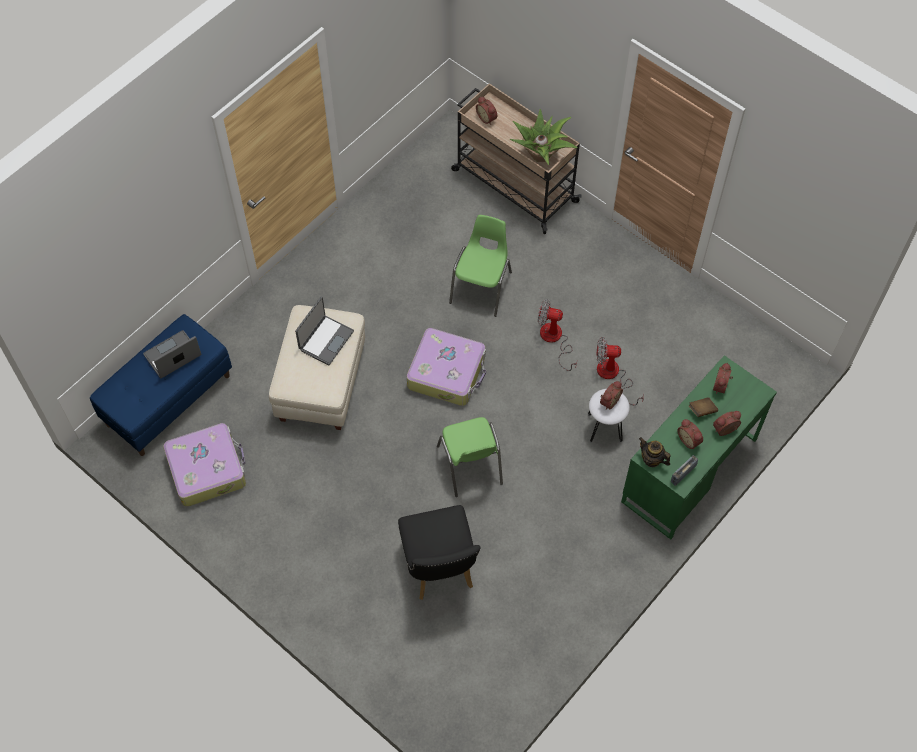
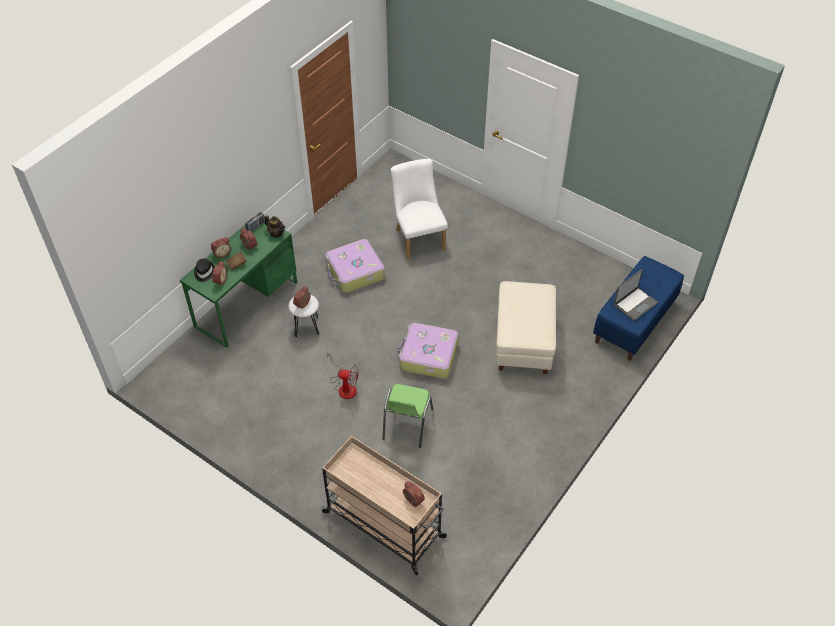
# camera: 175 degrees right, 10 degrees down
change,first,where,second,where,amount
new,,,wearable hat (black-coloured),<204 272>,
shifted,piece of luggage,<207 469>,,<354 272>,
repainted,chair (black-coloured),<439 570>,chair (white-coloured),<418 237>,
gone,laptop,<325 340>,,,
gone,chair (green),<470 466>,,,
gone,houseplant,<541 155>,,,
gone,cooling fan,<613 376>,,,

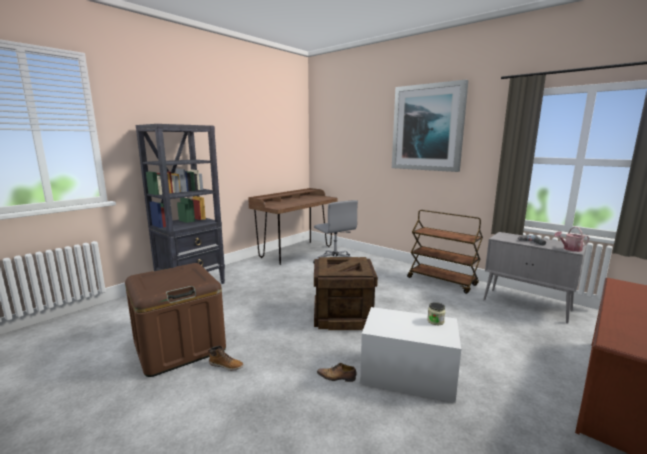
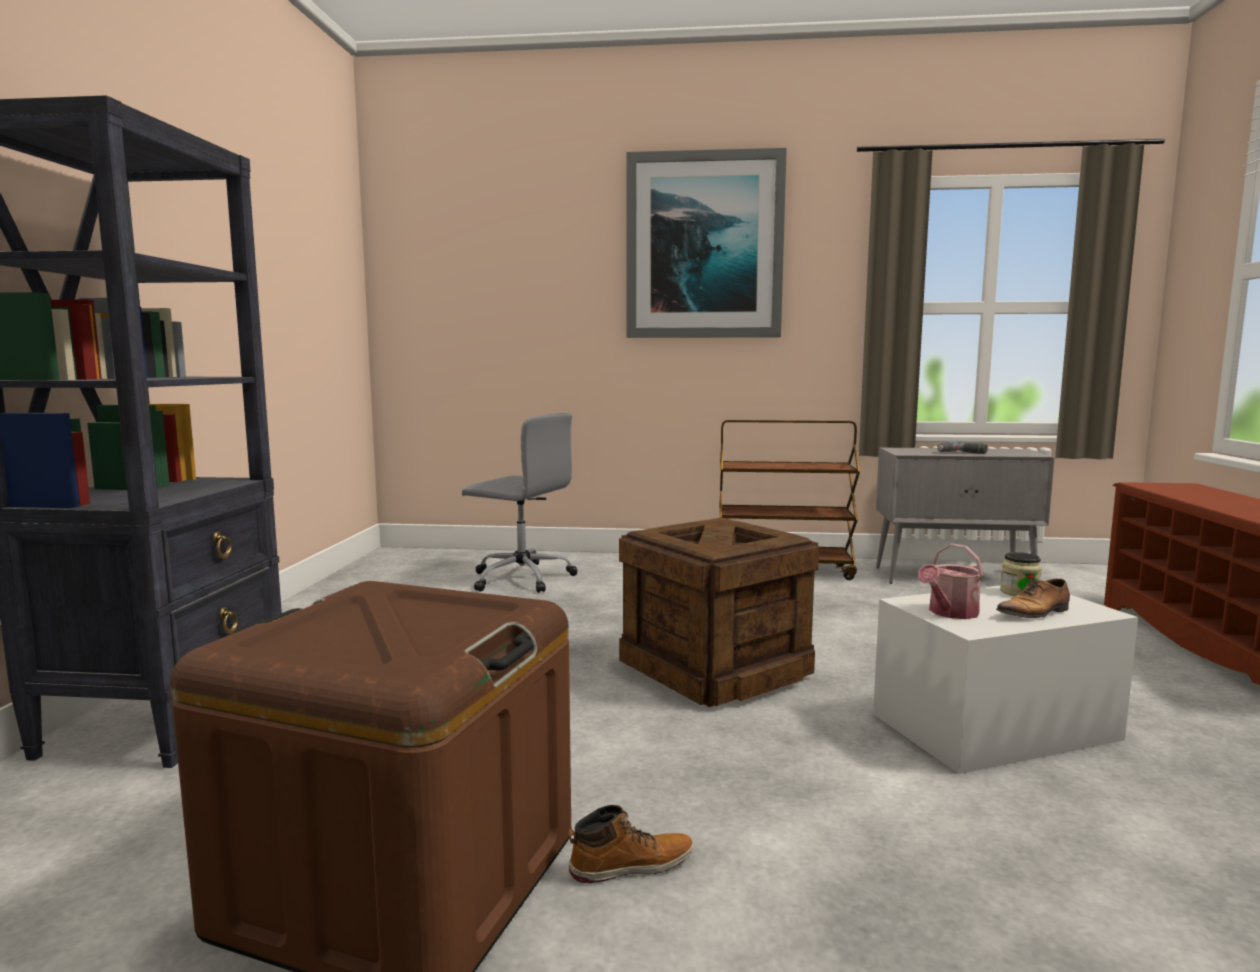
# camera: 35 degrees left, 5 degrees down
change,first,where,second,where,amount
shifted,sprinkling can,<570 249>,,<950 613>,
shifted,shoe,<337 377>,,<1034 613>,
gone,desk unit (brown-coloured),<296 252>,,,

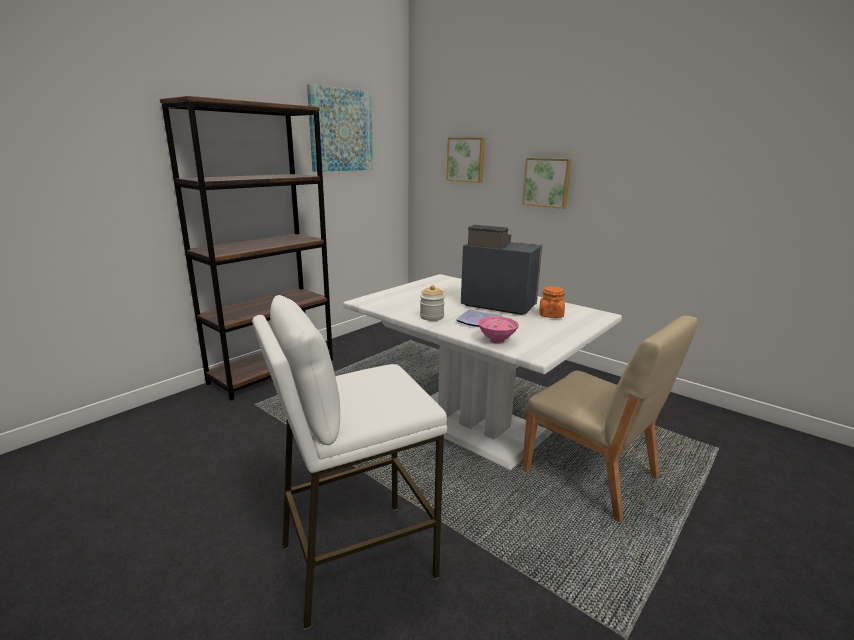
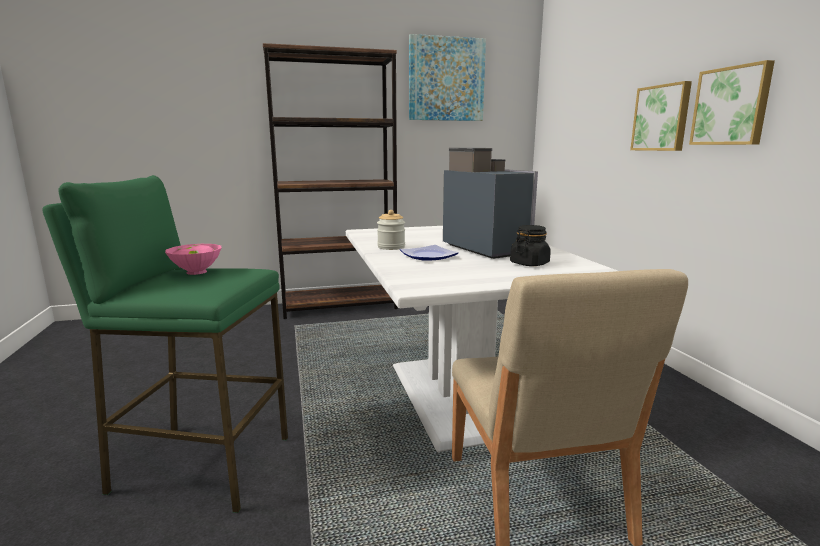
# camera: 35 degrees right, 5 degrees down
change,first,where,second,where,amount
repainted,stool seat (white-coloured),<356 559>,stool seat (green),<202 463>,
shifted,deep dish (pink-coloured),<496 341>,,<195 272>,
repainted,storage jar (orangey),<551 315>,storage jar (black-coloured),<529 263>,
shifted,wall picture,<466 159>,,<731 106>,

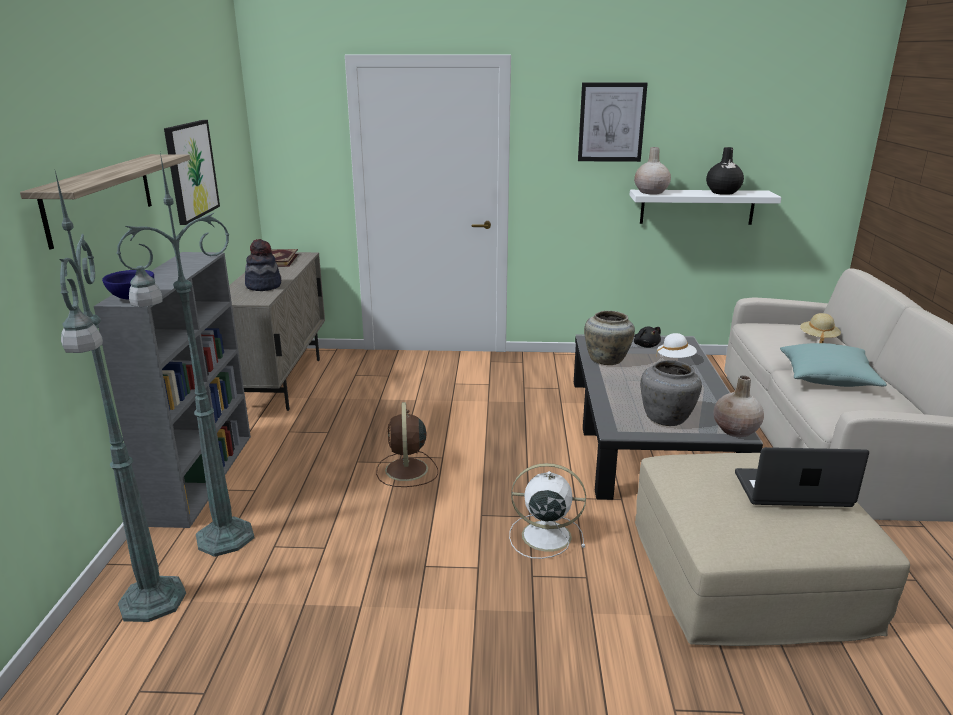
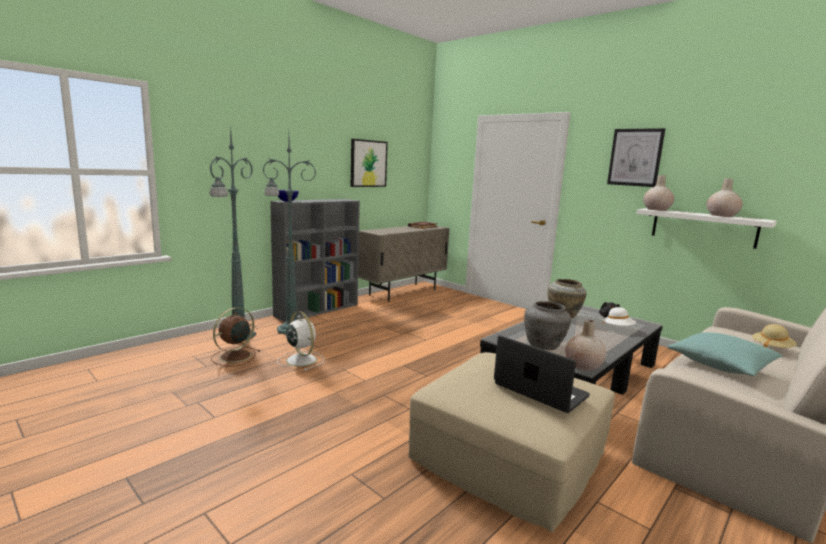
# camera: 40 degrees right, 10 degrees down
change,first,where,second,where,amount
shifted,cooling fan (brown-coloured),<406 470>,,<234 356>,
shifted,cooling fan (white-coloured),<544 535>,,<300 359>,
repainted,vase (black-coloured),<722 192>,vase (sand-coloured),<721 215>,
gone,bracket shelf,<100 198>,,,
gone,wearable hat,<264 286>,,,

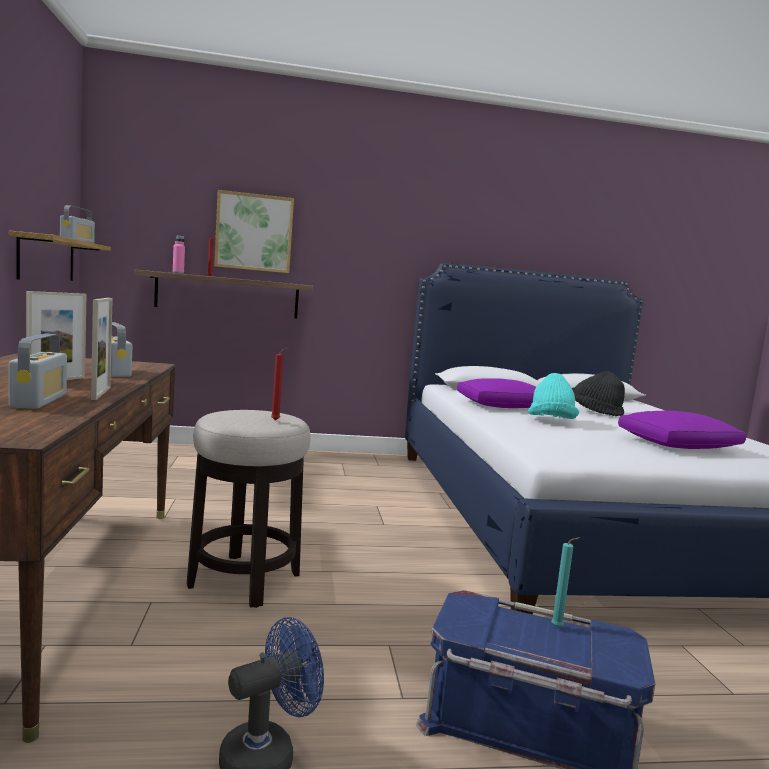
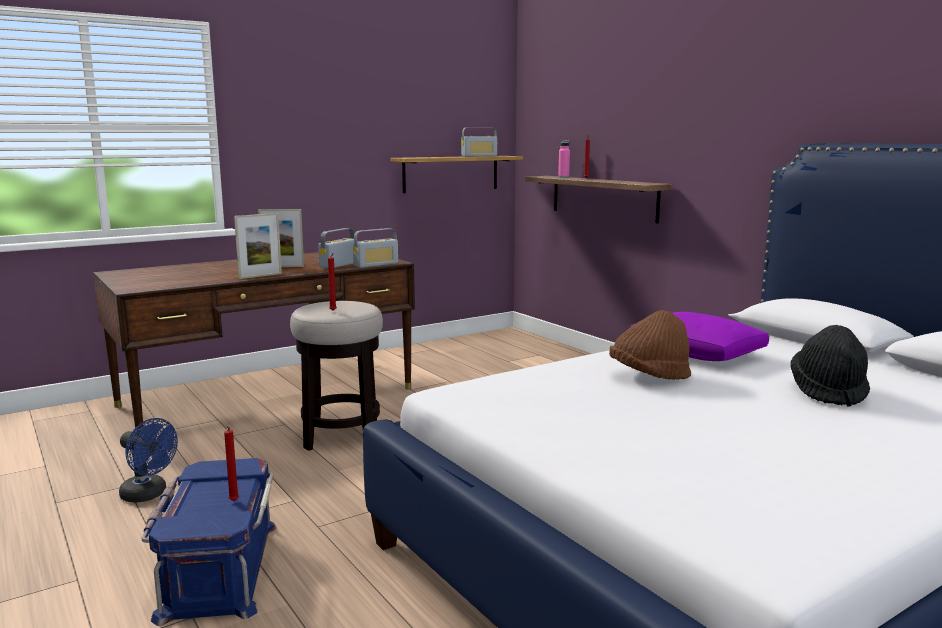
# camera: 65 degrees right, 5 degrees up
change,first,where,second,where,amount
repainted,wax light (turquoise),<558 627>,wax light (red),<233 502>,
shifted,radio,<39 400>,,<376 264>,
repainted,wearable hat (turquoise),<551 421>,wearable hat (brown-coloured),<649 377>,
gone,wall picture,<254 232>,,,
gone,pillow (purple),<678 445>,,,

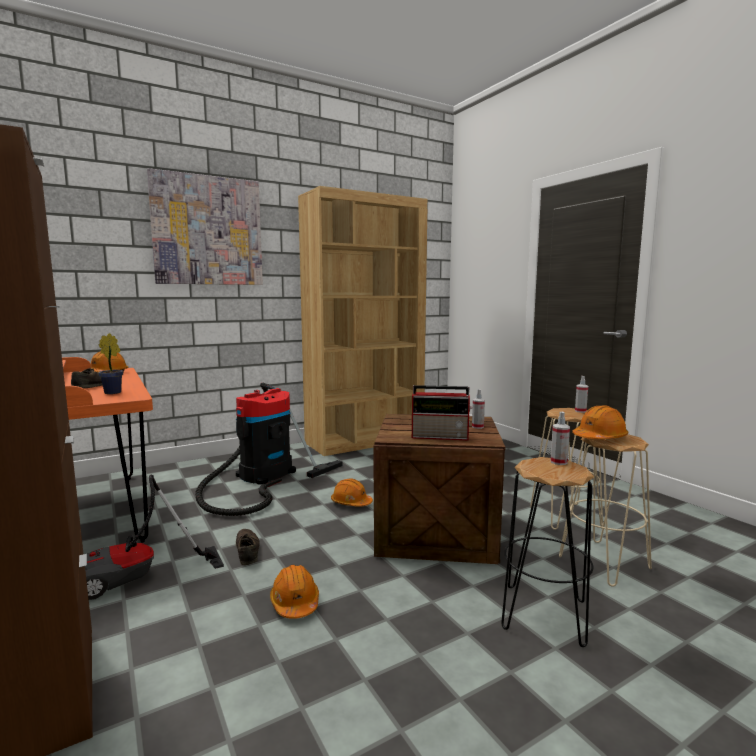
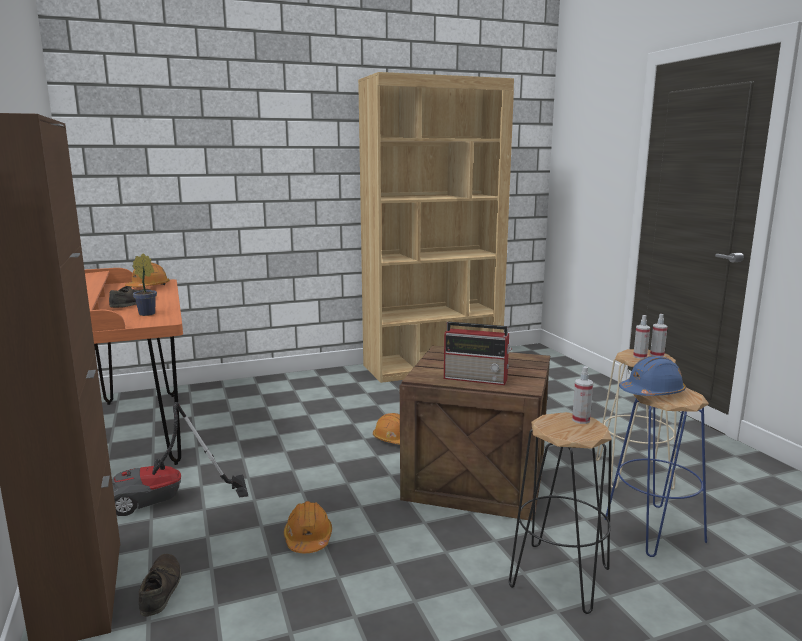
# camera: 10 degrees right, 5 degrees up
change,first,where,second,where,amount
shifted,shoe (brown-coloured),<247 551>,,<160 589>,
repainted,stool seat (sand-coloured),<603 562>,stool seat (bluish),<653 530>,
repainted,work helmet (orangey),<599 438>,work helmet (bluish),<652 392>,
shifted,hand sprayer,<477 427>,,<640 356>,
gone,wall picture,<207 231>,,,
gone,vacuum,<262 476>,,,

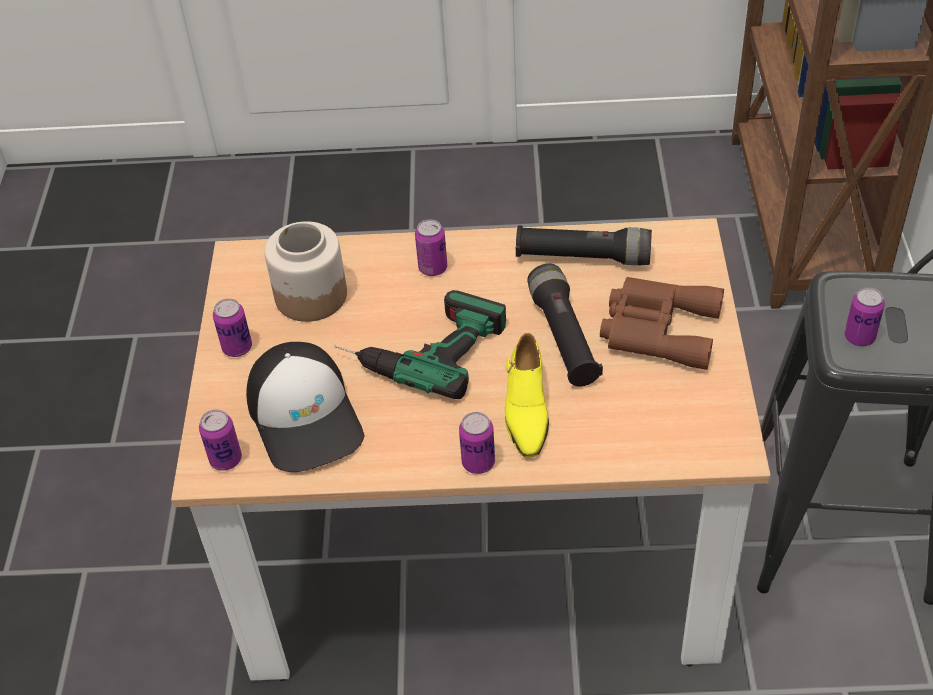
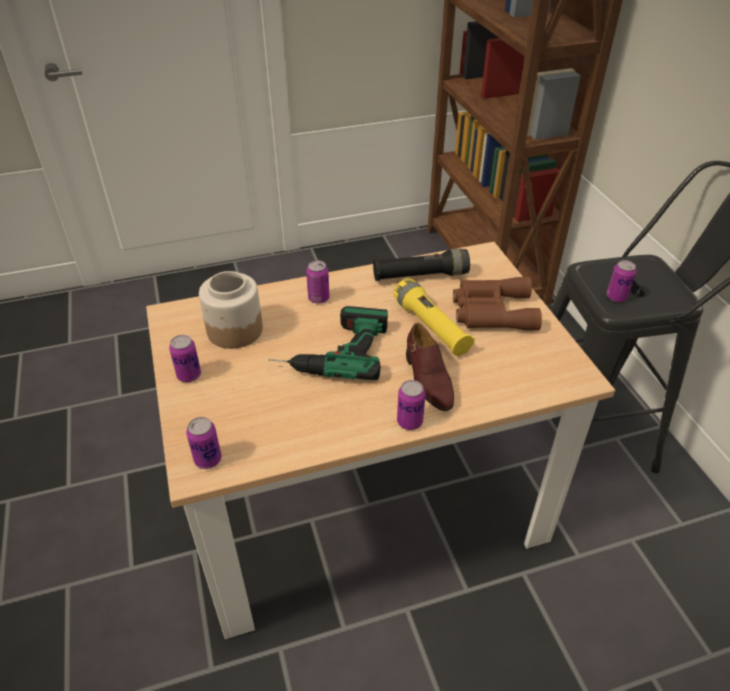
# camera: 20 degrees left, 5 degrees down
change,first,where,second,where,amount
repainted,flashlight (black-coloured),<563 337>,flashlight (yellow),<431 327>,
repainted,shoe (yellow),<526 411>,shoe (brown-coloured),<428 379>,
gone,baseball cap,<306 417>,,,

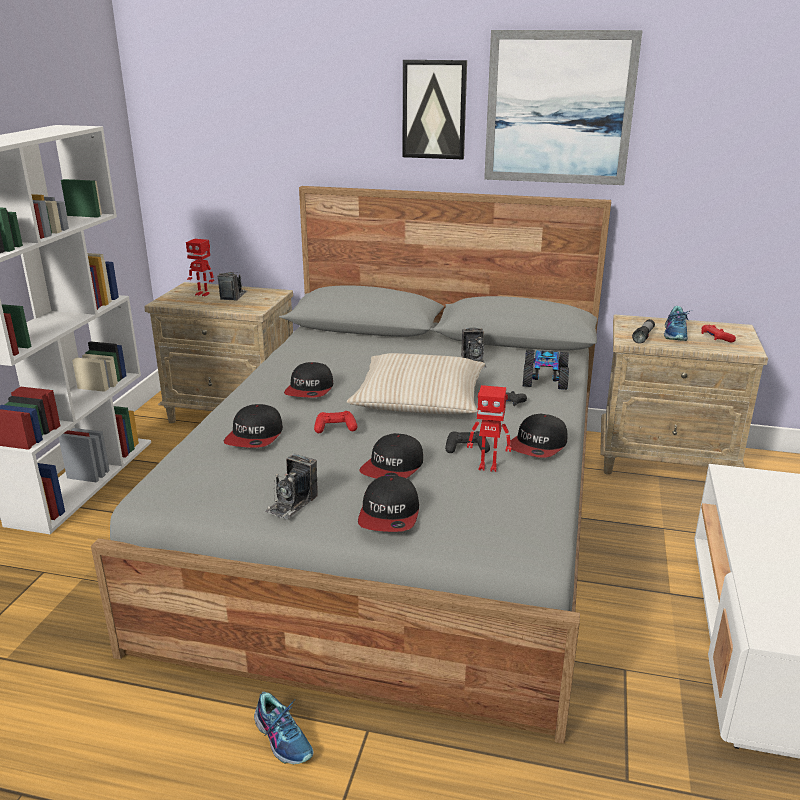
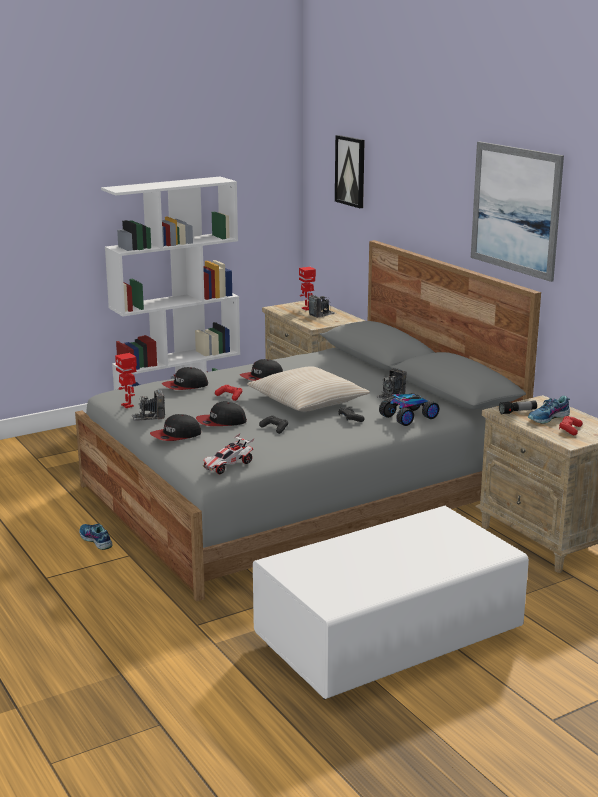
# camera: 45 degrees right, 5 degrees down
change,first,where,second,where,amount
rotated,shoe,<284 738>,,<95 541>,135 degrees clockwise
shifted,toy robot,<488 466>,,<128 405>,
new,,,toy car,<228 466>,
shifted,wall picture,<434 109>,,<350 171>,
gone,baseball cap,<538 445>,,,

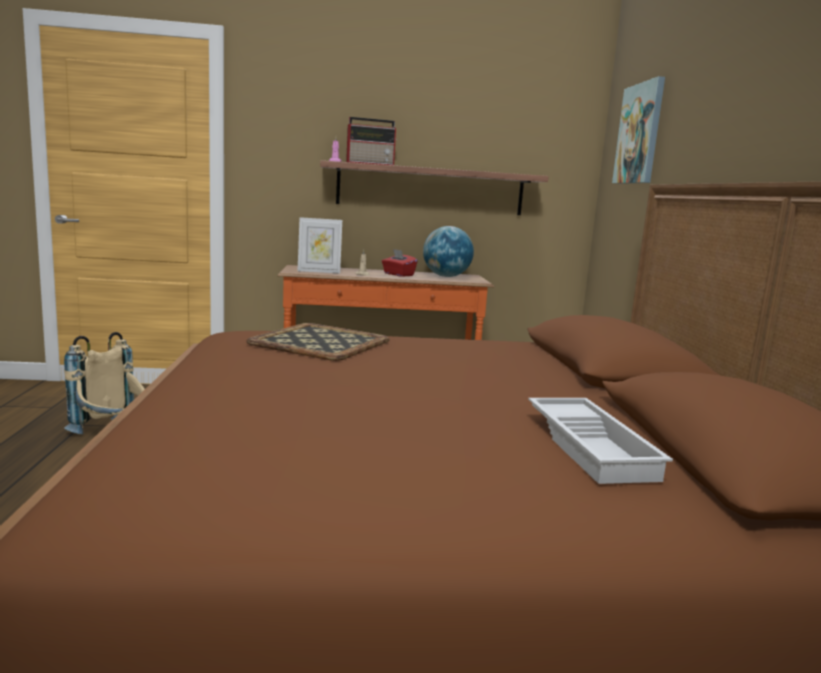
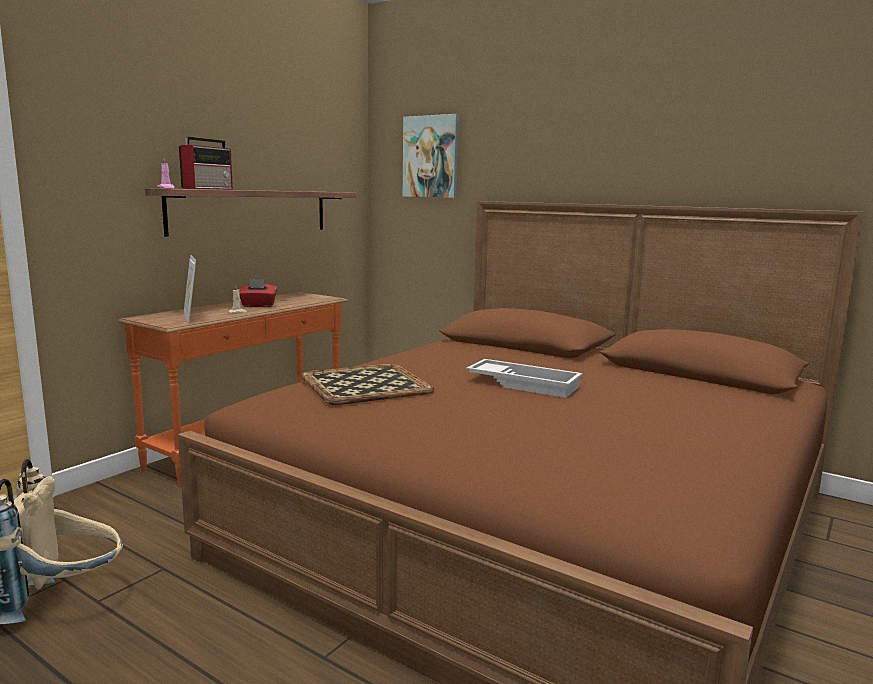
# camera: 50 degrees left, 0 degrees up
change,first,where,second,where,amount
rotated,picture frame,<319 271>,,<191 318>,120 degrees clockwise
shifted,carrying tray (white-coloured),<592 447>,,<524 384>,
gone,world globe,<446 276>,,,

